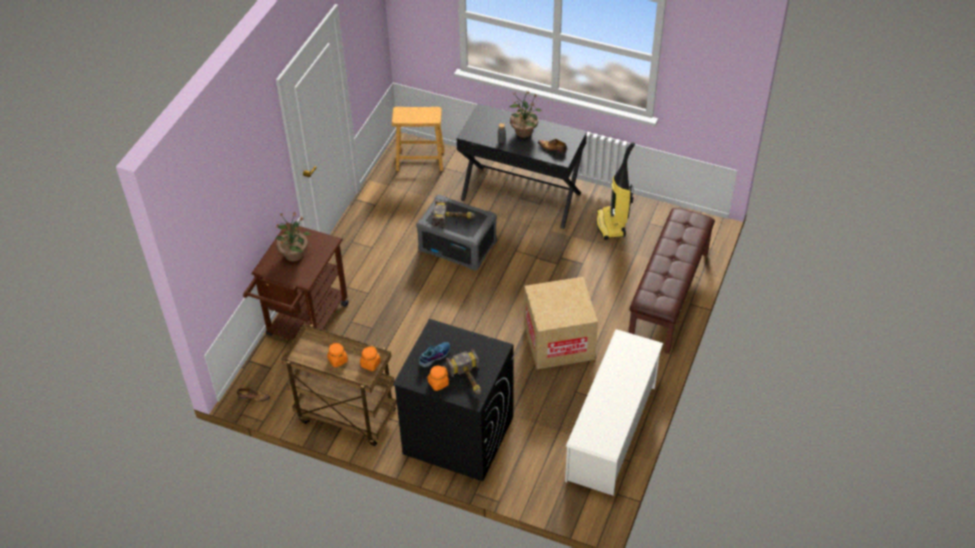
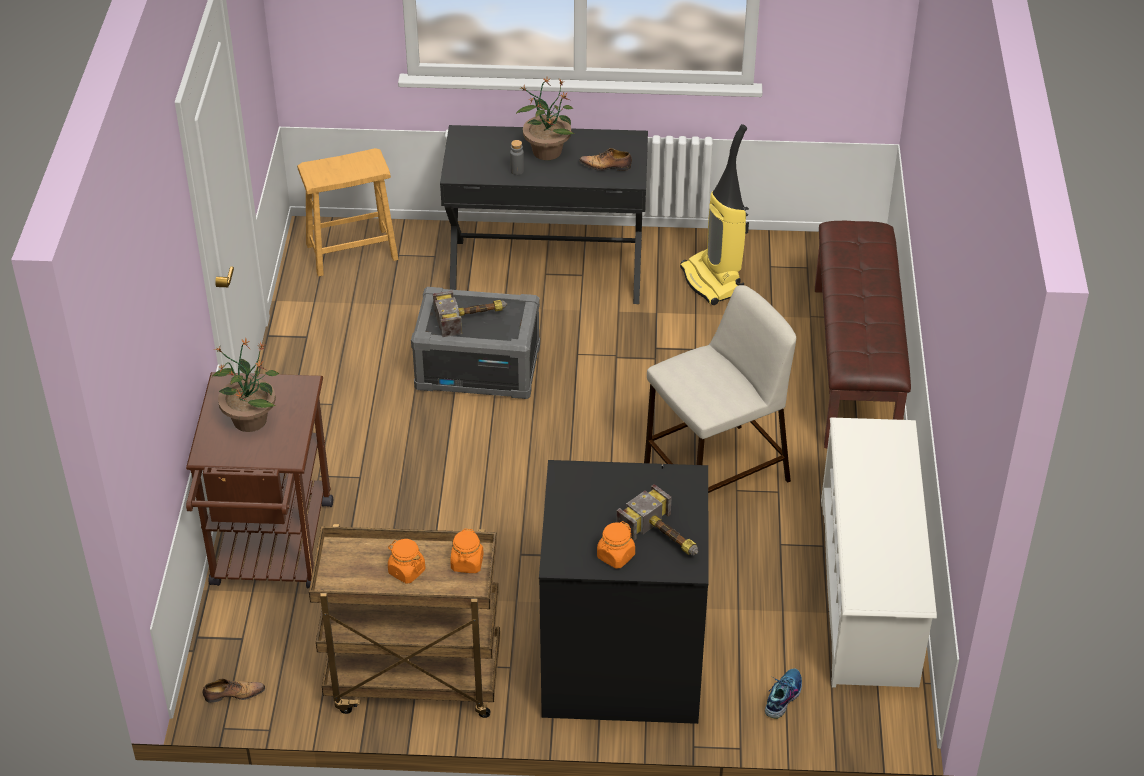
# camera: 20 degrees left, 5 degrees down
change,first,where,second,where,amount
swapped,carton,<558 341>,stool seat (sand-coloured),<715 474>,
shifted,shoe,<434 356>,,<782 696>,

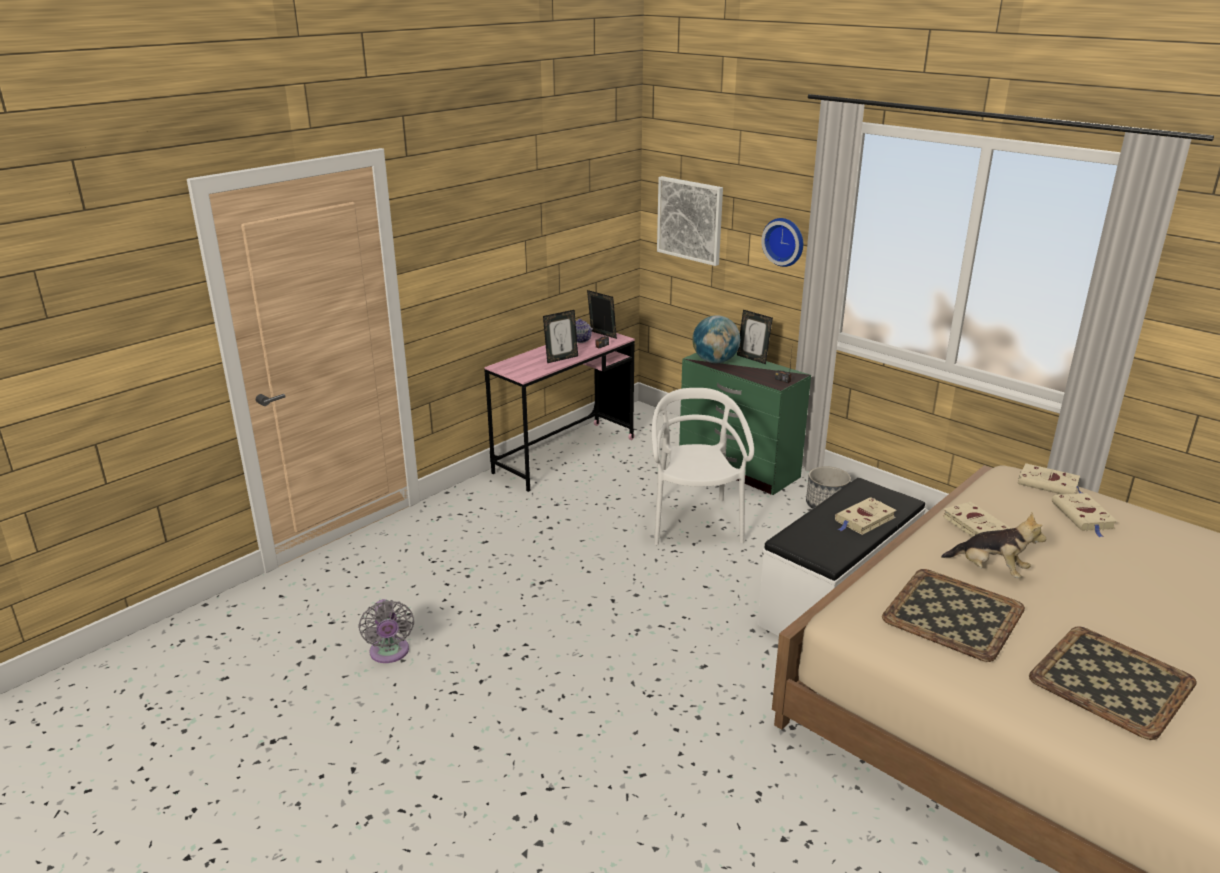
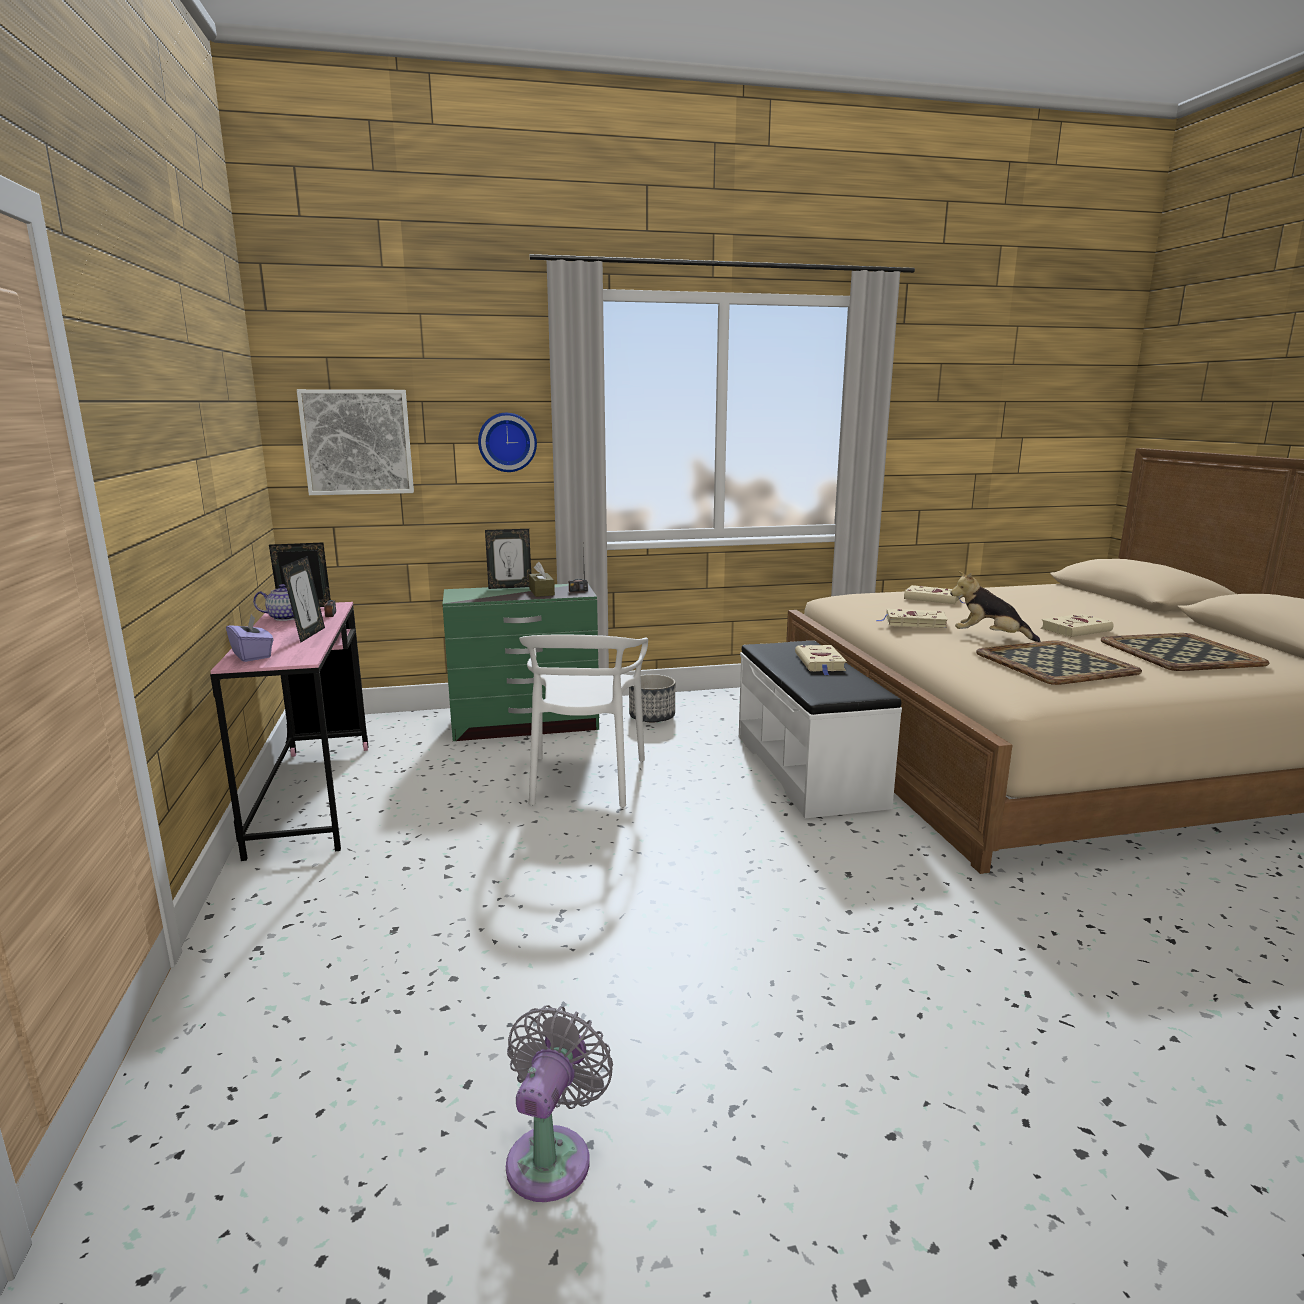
# camera: 55 degrees left, 10 degrees down
change,first,where,second,where,amount
new,,,tissue box (purple),<252 655>,
rotated,cooling fan (greyish),<389 653>,,<552 1155>,90 degrees counterclockwise
rotated,chair (white-coloured),<694 522>,,<584 780>,120 degrees counterclockwise
new,,,tissue box (brown-coloured),<541 592>,
rotated,plush toy,<990 570>,,<989 638>,135 degrees counterclockwise
shifted,volume (sand-coloured),<1049 484>,,<1076 630>,
gone,world globe,<715 361>,,,

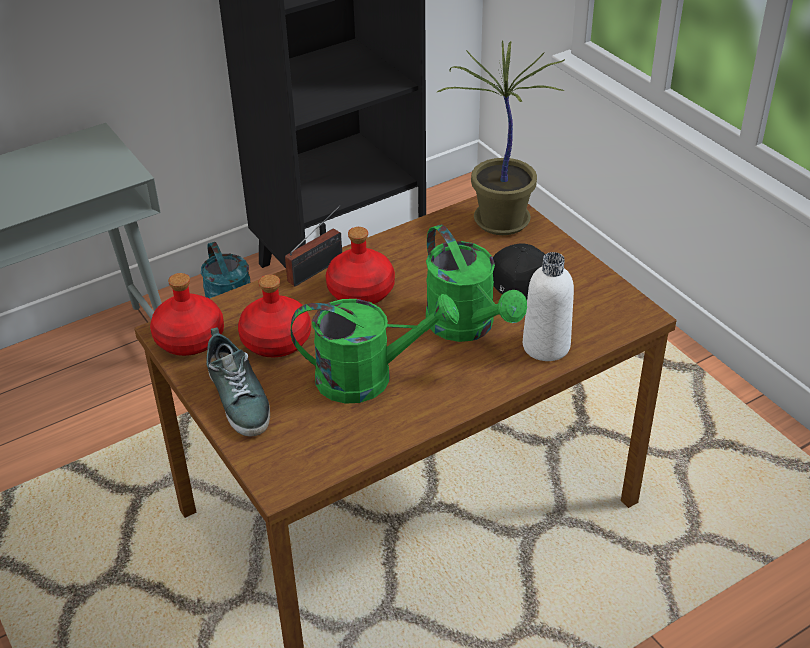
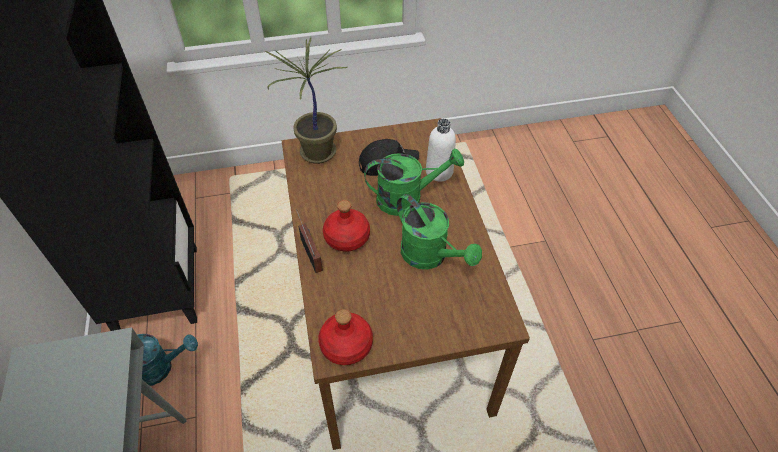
# camera: 70 degrees left, 10 degrees up
change,first,where,second,where,amount
rotated,sprinkling can (green),<368 377>,,<430 256>,120 degrees clockwise
gone,shoe,<239 398>,,,
gone,beverage bottle (red),<276 341>,,,

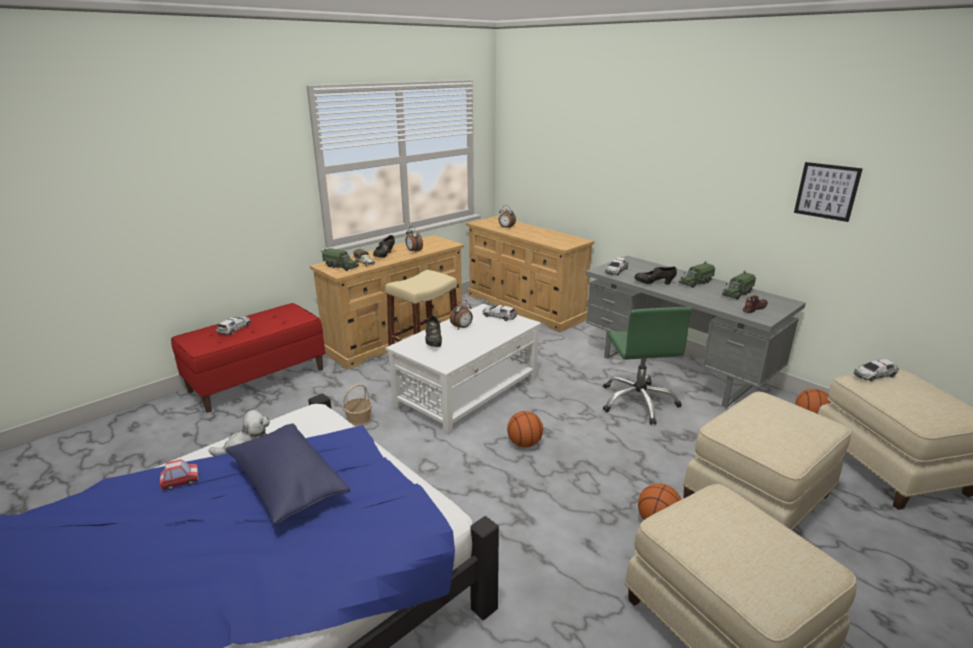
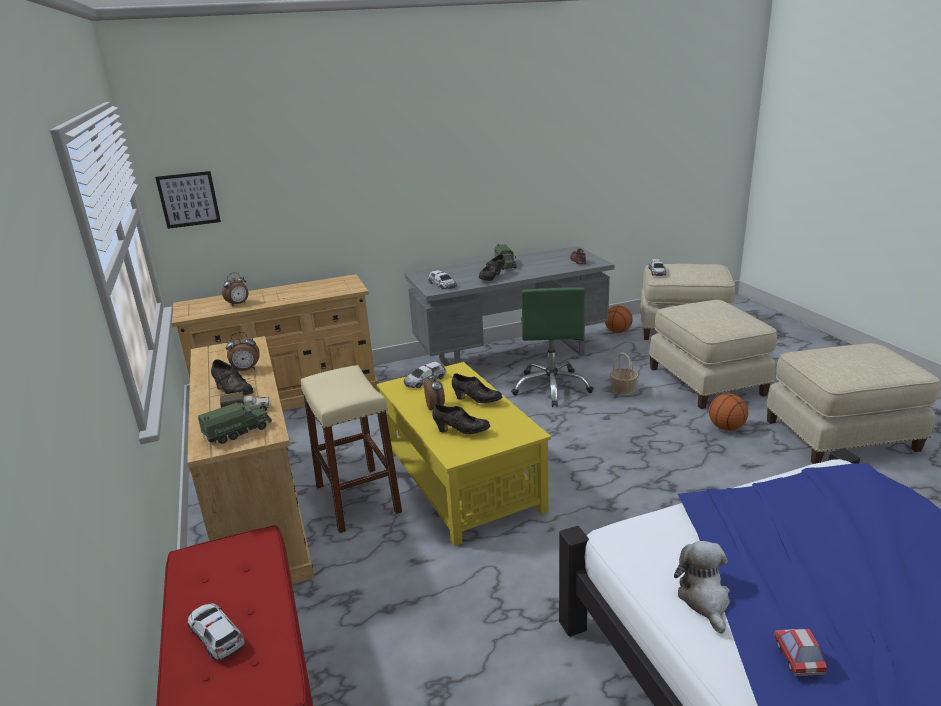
# camera: 65 degrees left, 0 degrees up
change,first,where,second,where,amount
shifted,wall picture,<827 191>,,<188 199>,
repainted,coffee table (white-coloured),<468 391>,coffee table (yellow),<461 478>,
new,,,shoe (black-coloured),<477 401>,
rotated,desk chair (green),<638 402>,,<552 387>,75 degrees clockwise
shifted,household basket,<359 421>,,<623 390>,
gone,pillow (bluish),<288 485>,,,
gone,basketball ball,<524 444>,,,
gone,toy lorry,<737 294>,,,

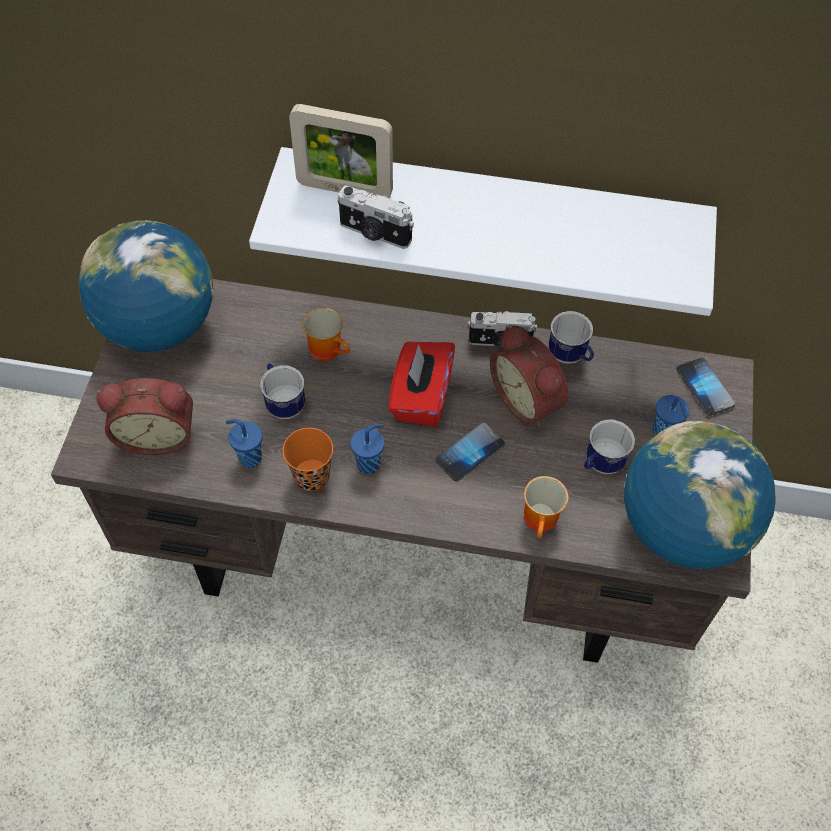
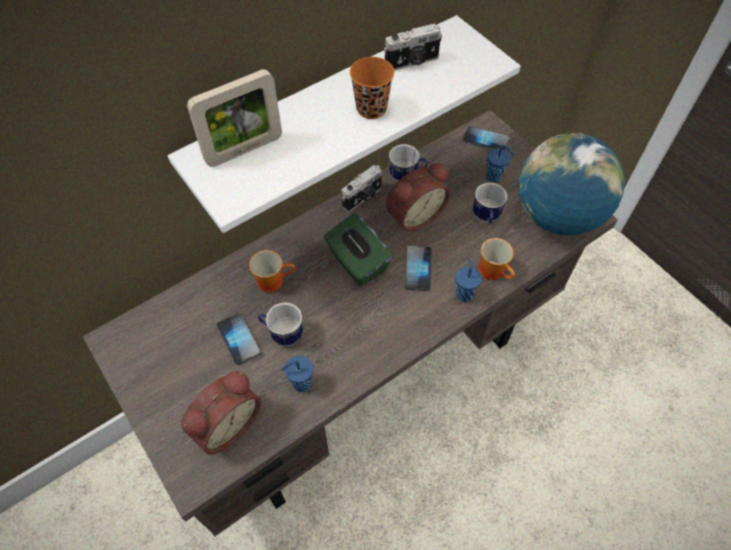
# camera: 45 degrees left, 0 degrees up
change,first,where,second,where,amount
new,,,telephone,<238 339>,
repainted,tissue box (red),<421 397>,tissue box (green),<357 262>,
shifted,cup (orangey),<311 476>,,<371 108>,
shifted,photo camera,<374 234>,,<412 62>,
rotated,bedside clock,<528 399>,,<413 215>,45 degrees counterclockwise
shifted,cup (bluish),<369 463>,,<463 293>,
gone,world globe,<159 326>,,,

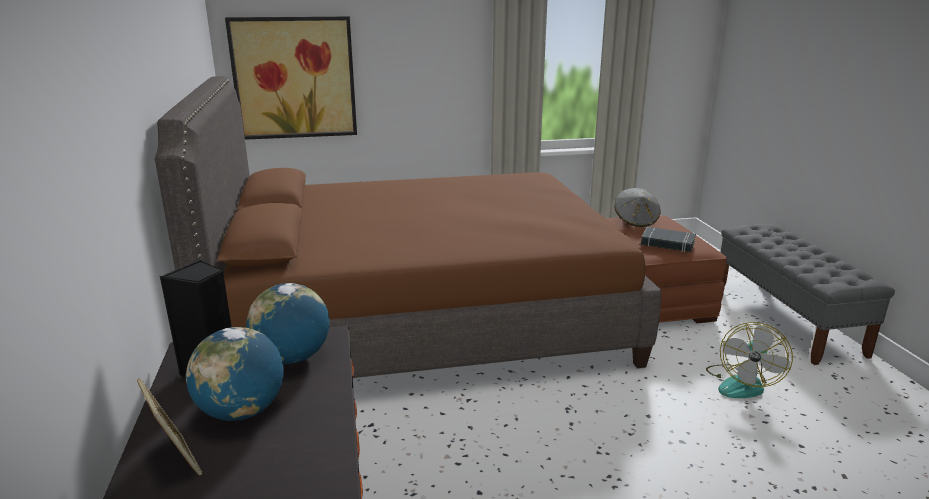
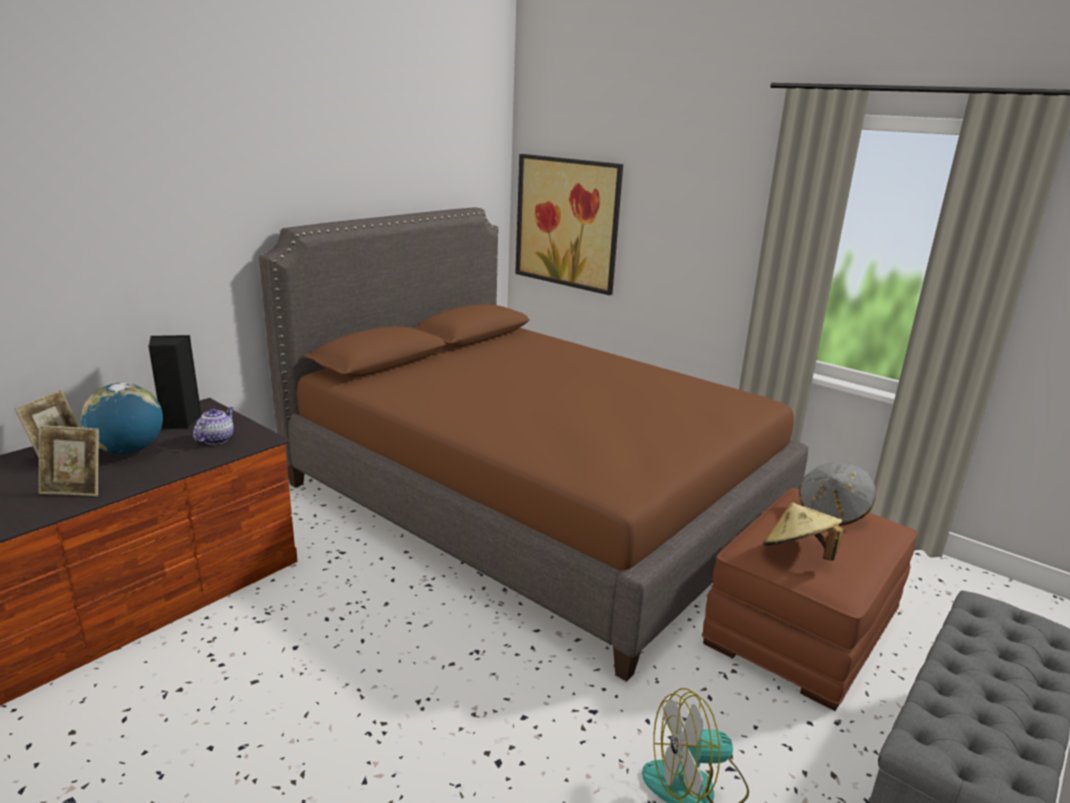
# camera: 50 degrees right, 0 degrees up
change,first,where,second,where,amount
new,,,picture frame,<75 490>,
swapped,world globe,<292 358>,teapot,<216 439>,
swapped,volume (black-coloured),<667 243>,wearable hat (sand-coloured),<798 554>,

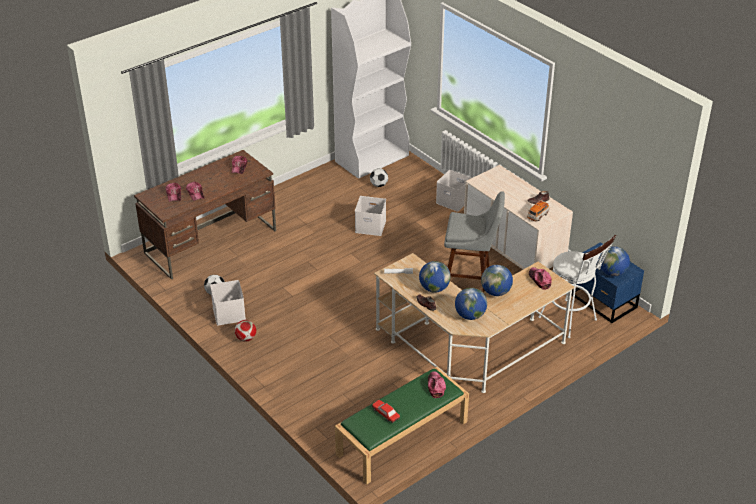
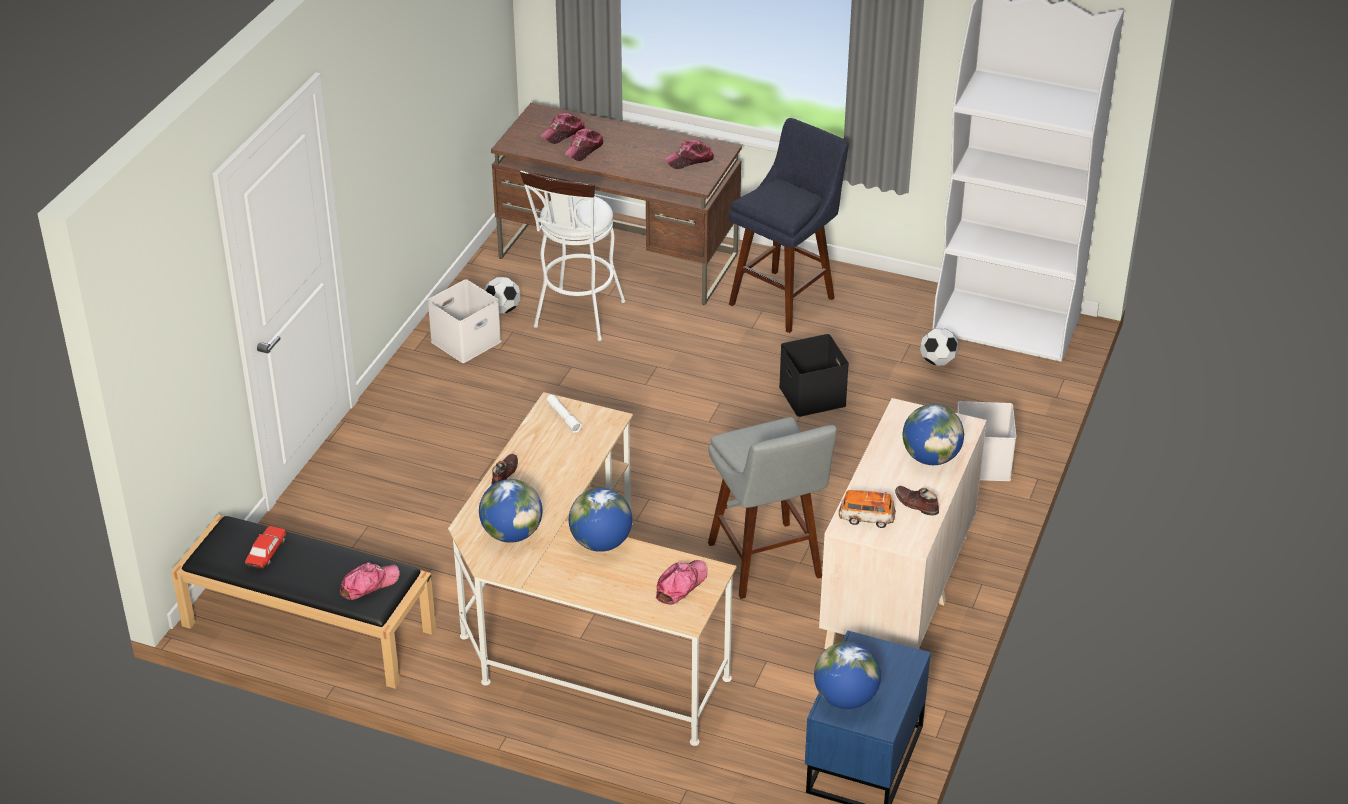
# camera: 60 degrees right, 0 degrees up
change,first,where,second,where,amount
repainted,indoor bench (green),<402 439>,indoor bench (black-coloured),<307 627>,
shifted,stool seat (white-coloured),<571 321>,,<577 318>,
new,,,stool seat (bluish),<786 298>,
repainted,storage box (white-coloured),<371 226>,storage box (black-coloured),<814 396>,
shifted,world globe,<434 288>,,<930 458>,
gone,football,<246 338>,,,

